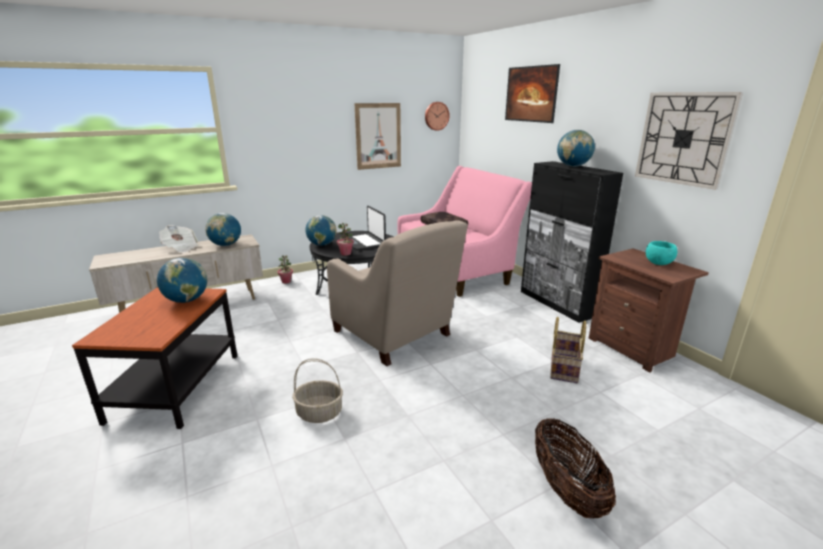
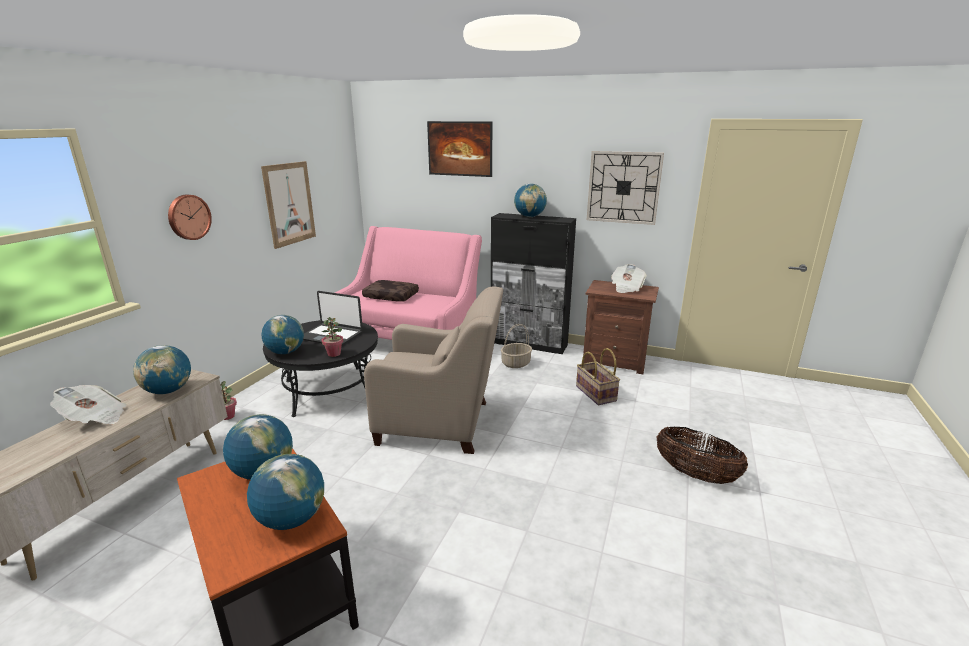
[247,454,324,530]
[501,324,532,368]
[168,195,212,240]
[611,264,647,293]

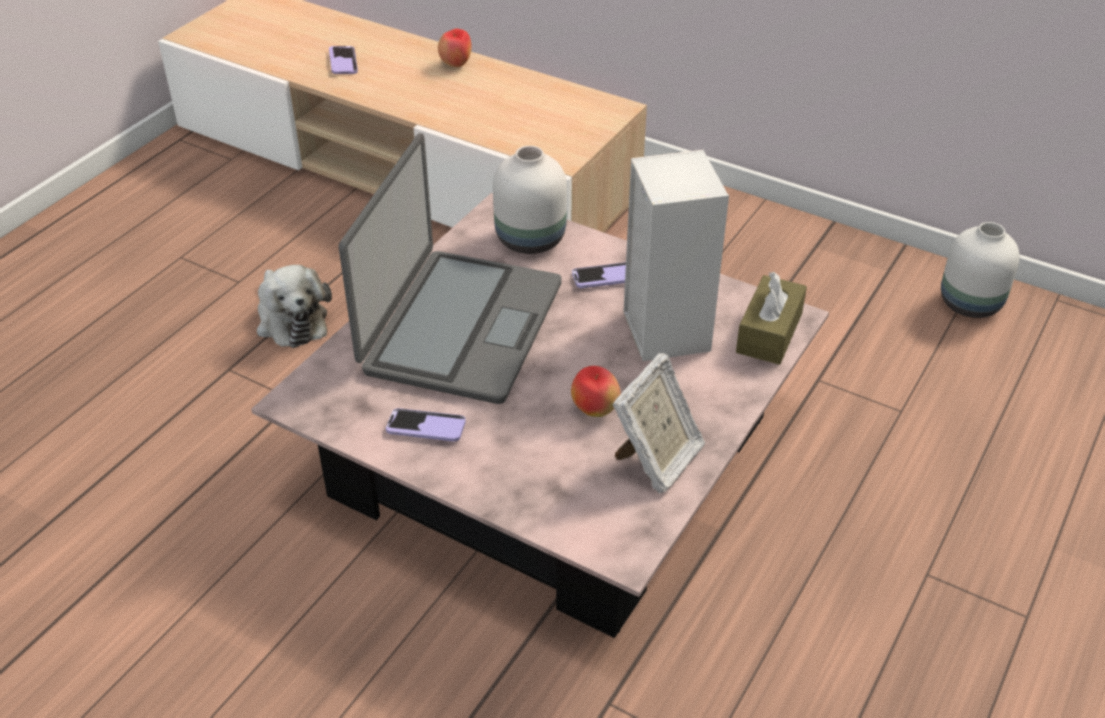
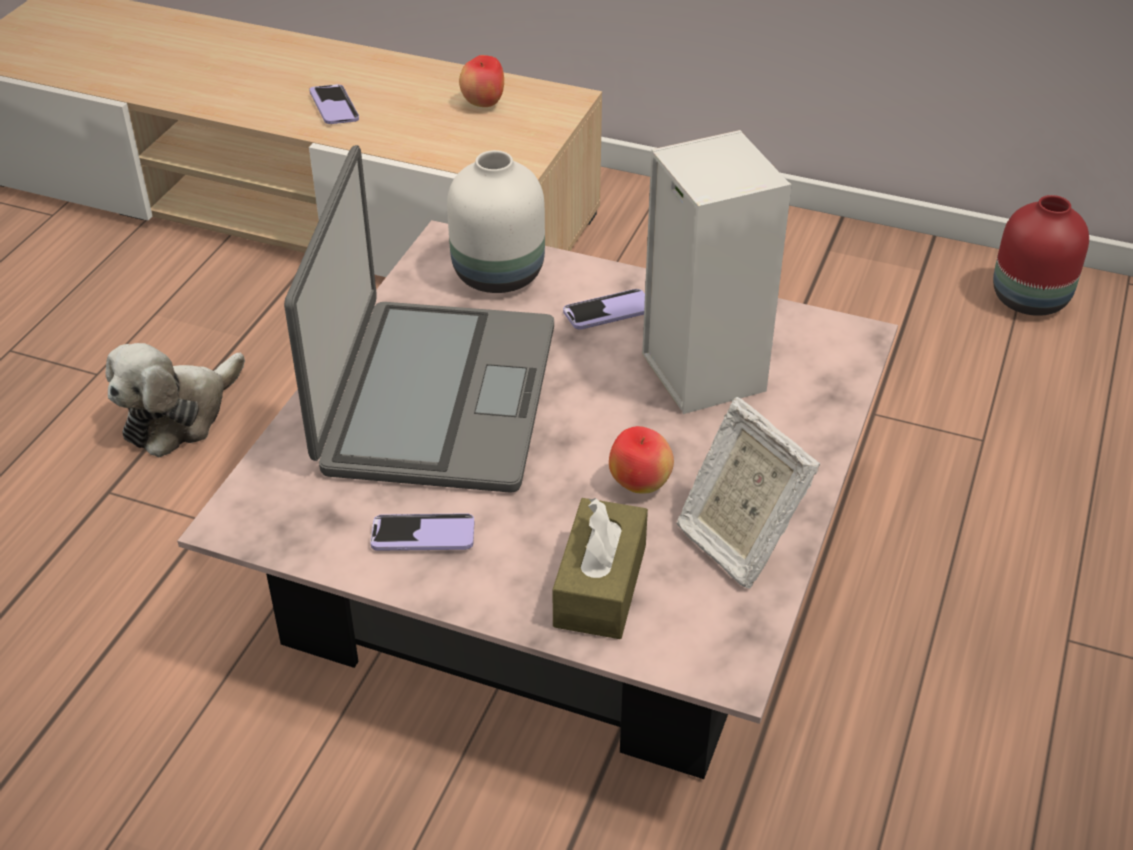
[310,84,359,124]
[459,55,504,107]
[552,498,648,639]
[993,195,1089,316]
[106,343,245,457]
[676,397,820,589]

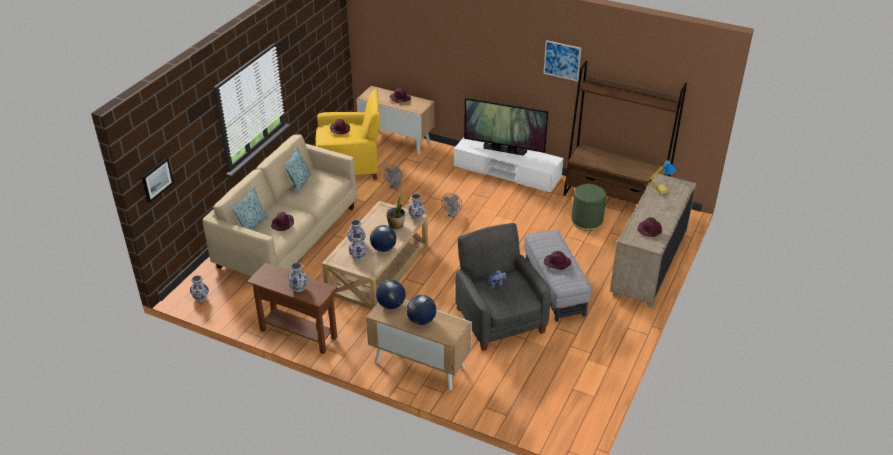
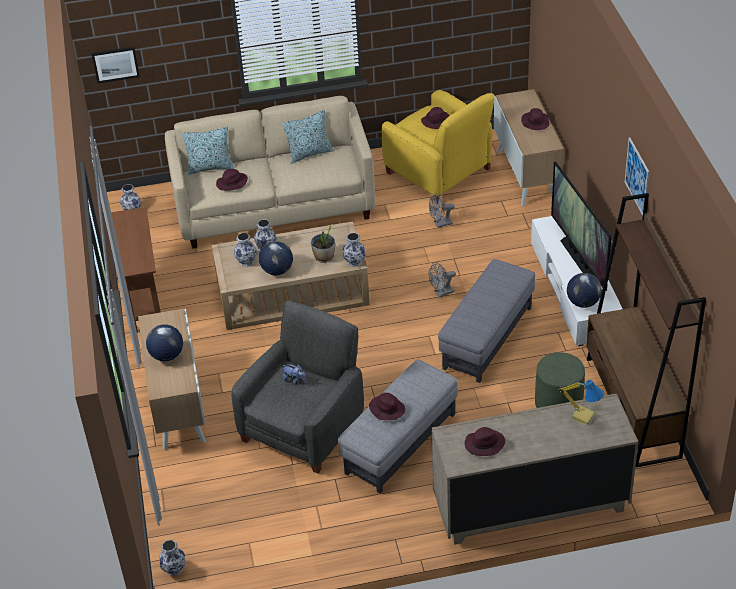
[438,259,535,383]
[159,540,185,576]
[567,273,602,308]

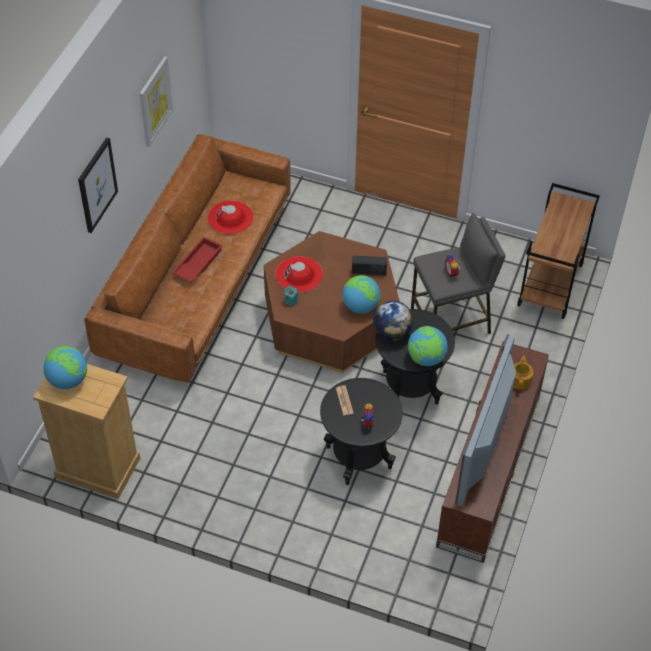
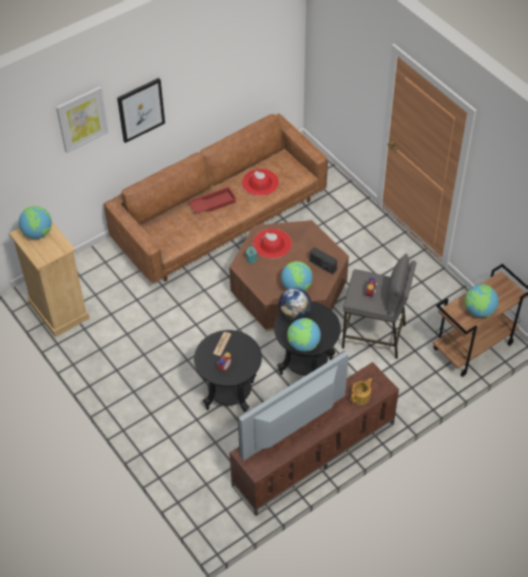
[465,284,499,318]
[56,87,109,153]

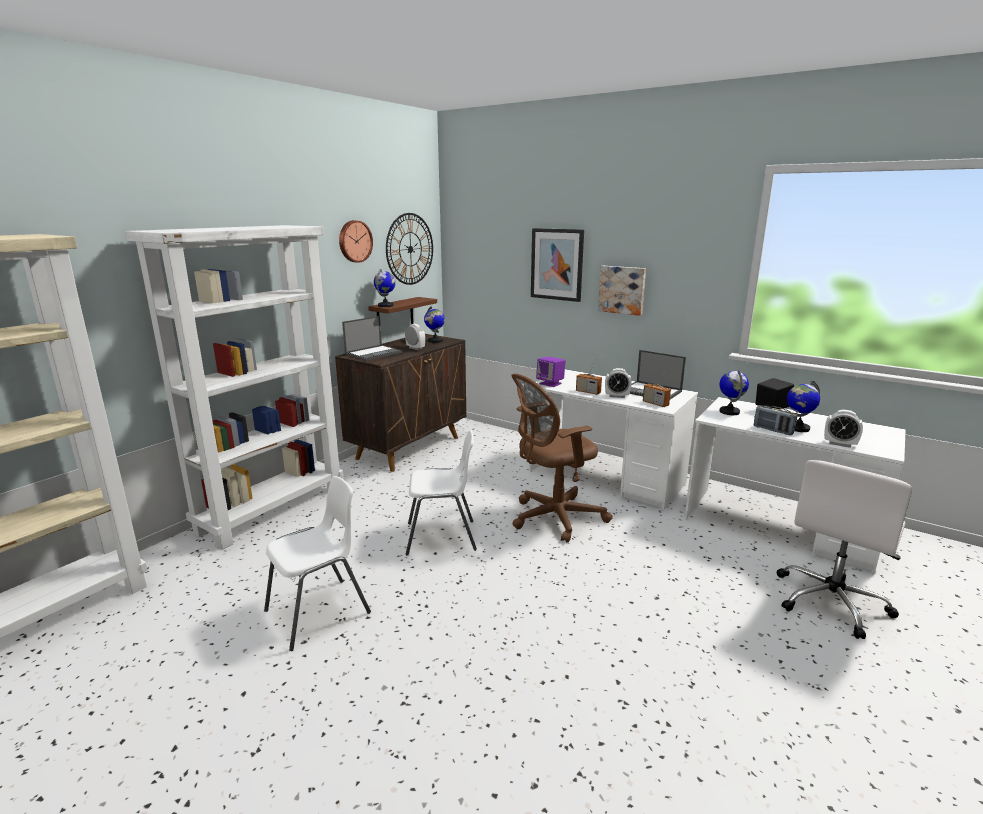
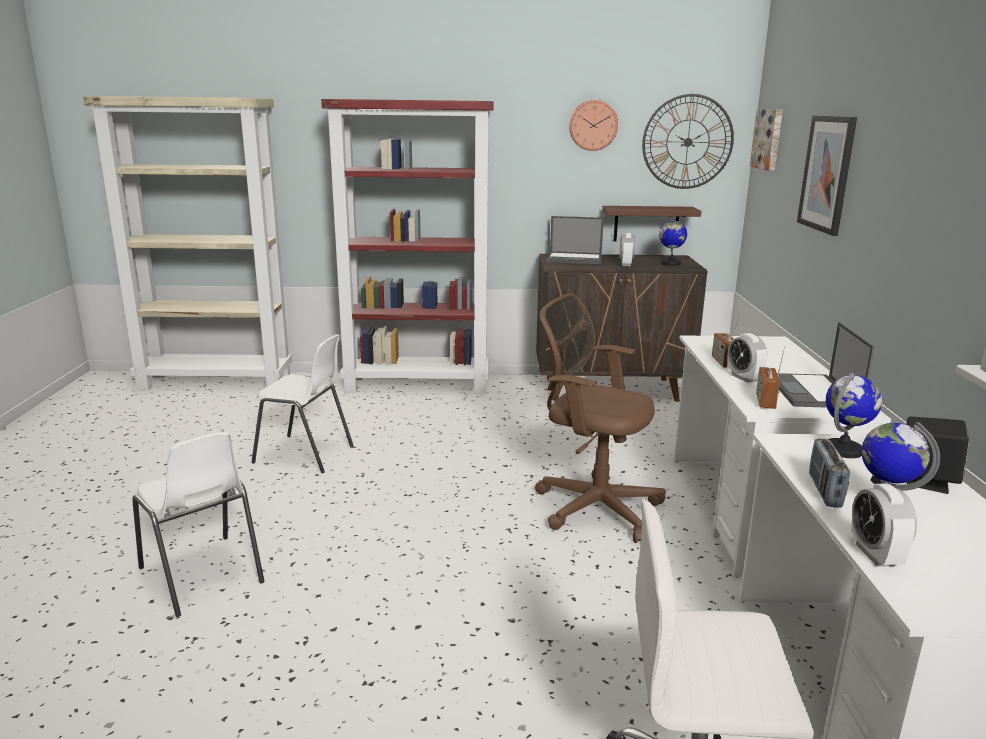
[374,269,396,307] (first image)
[536,357,566,387] (first image)
[132,432,265,617]
[750,109,783,171]
[321,99,494,394]

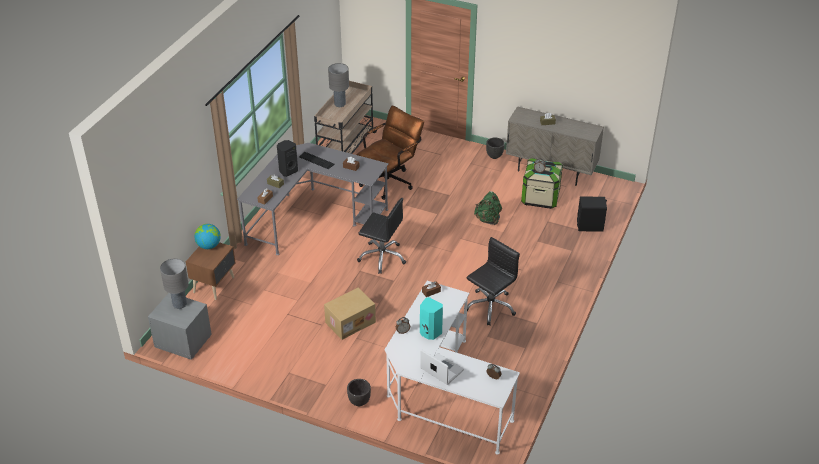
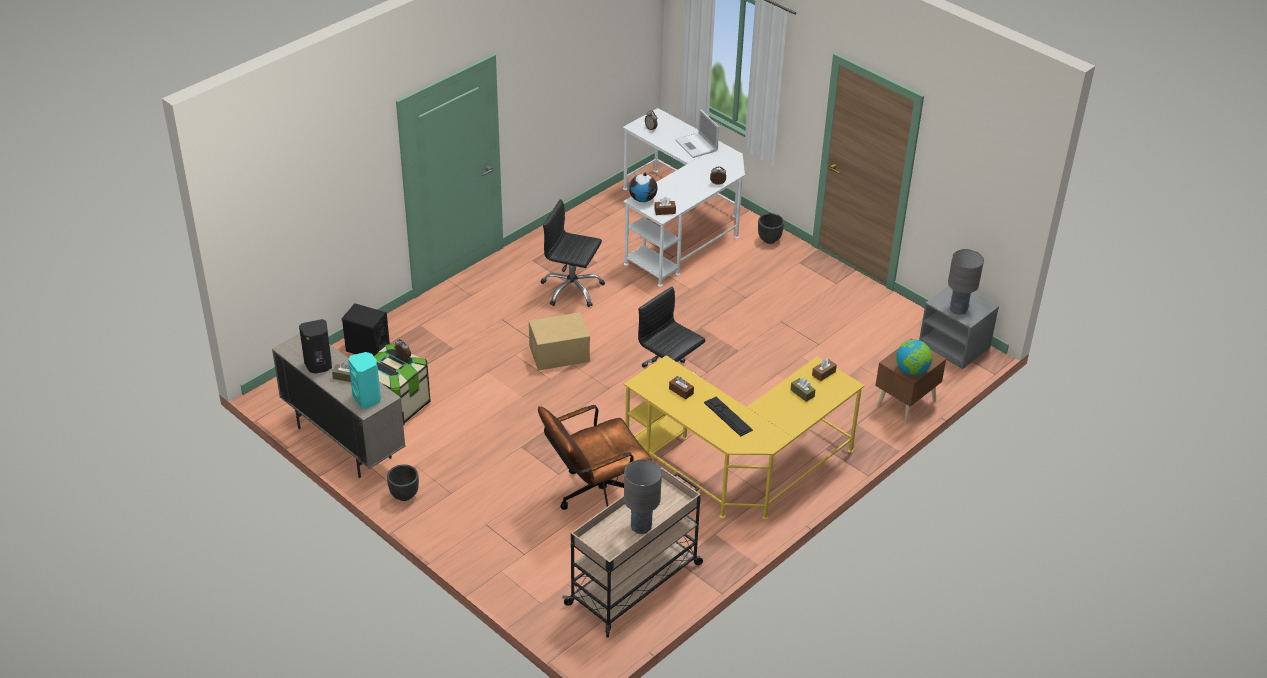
[474,191,502,225] (first image)
[629,172,657,202]
[299,319,332,374]
[529,312,590,370]
[348,352,381,409]
[624,355,865,520]
[540,199,605,307]

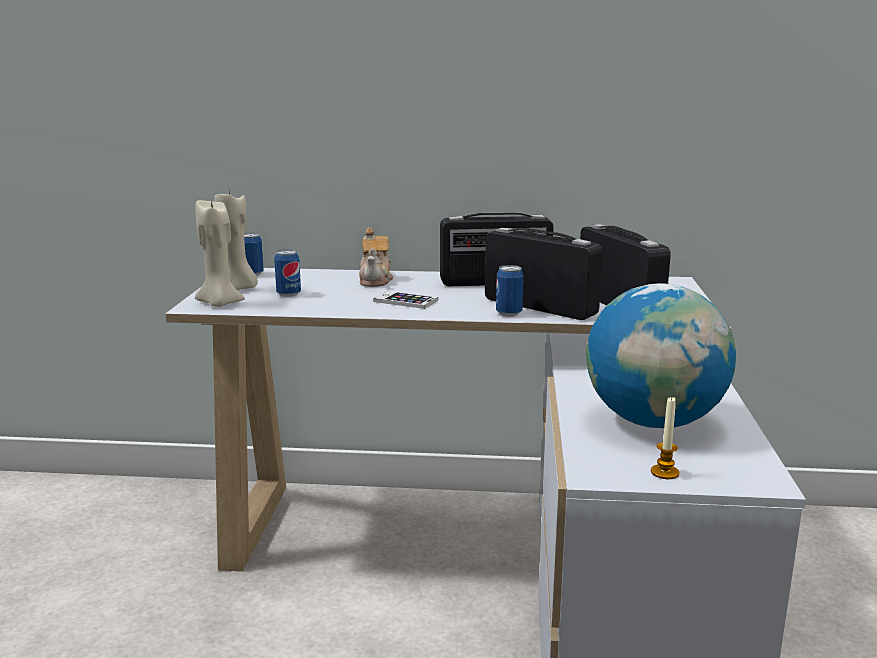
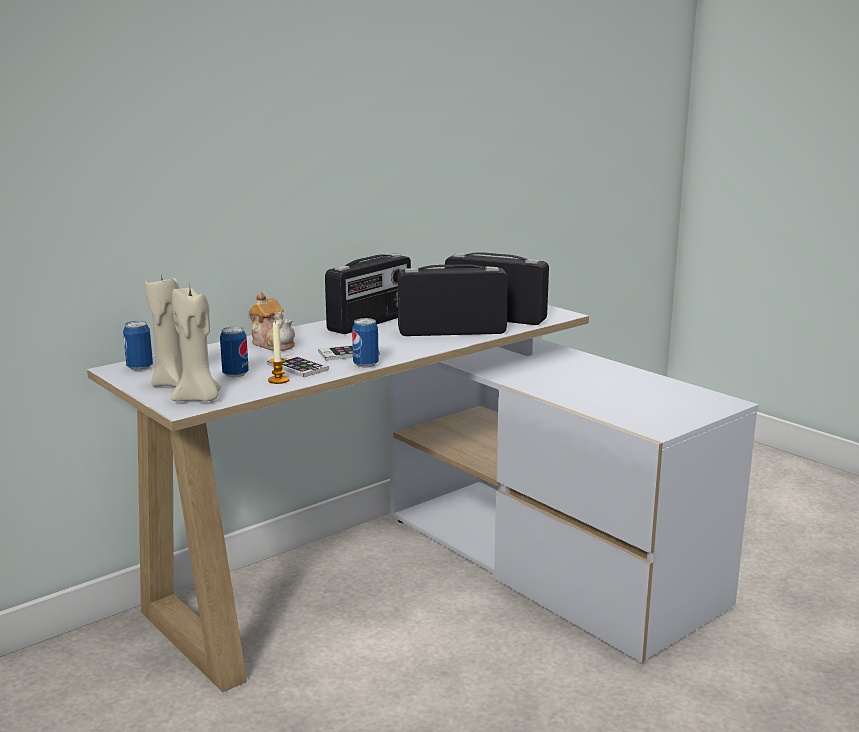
[586,283,736,428] (first image)
[267,354,329,377]
[352,318,379,367]
[268,322,289,384]

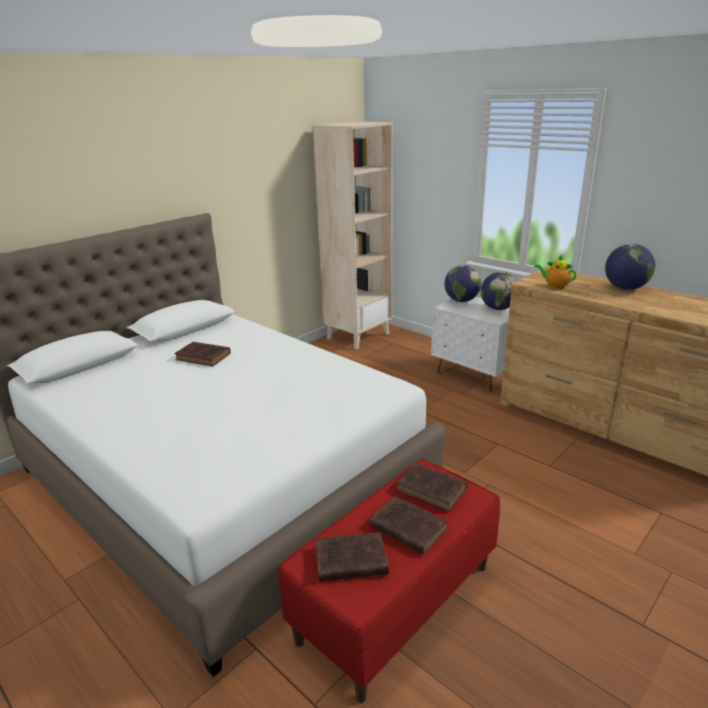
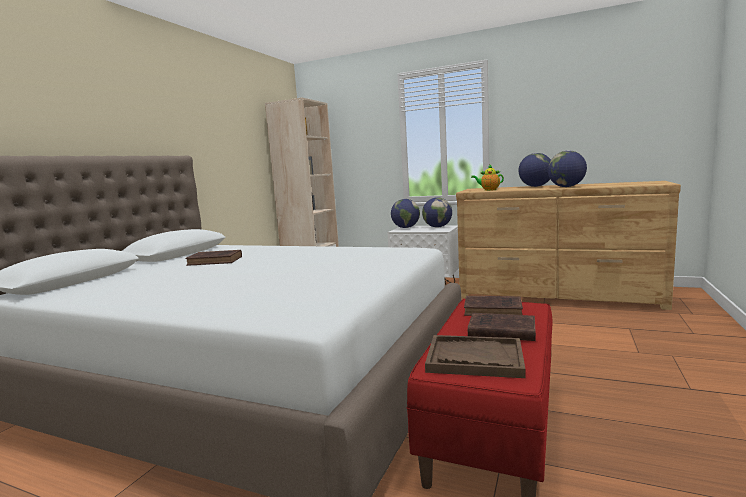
[548,150,587,187]
[425,335,525,378]

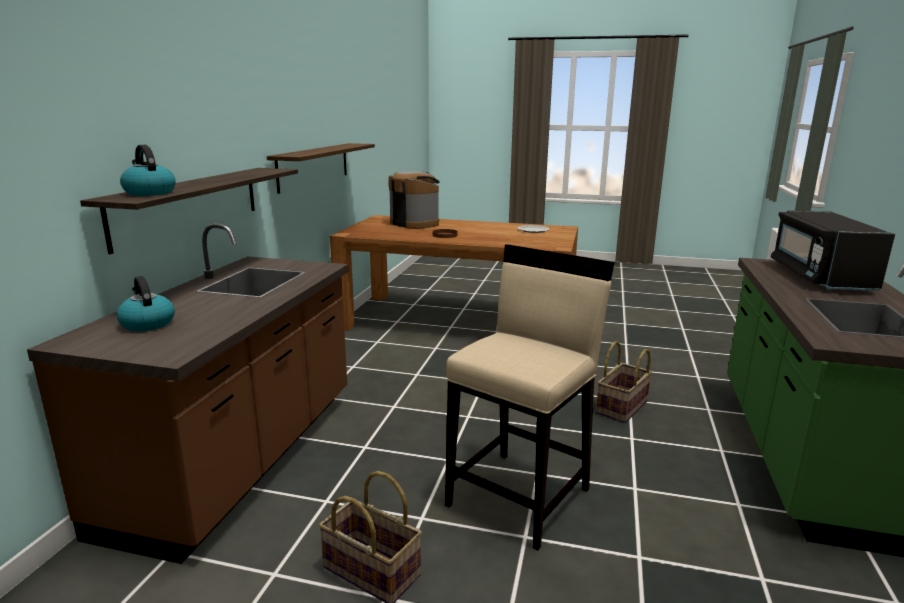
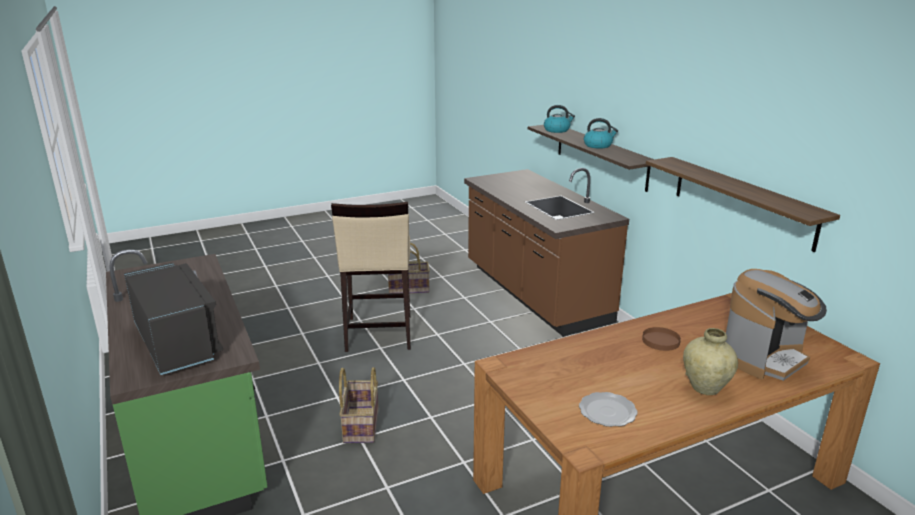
[683,328,738,395]
[584,118,618,149]
[725,269,827,381]

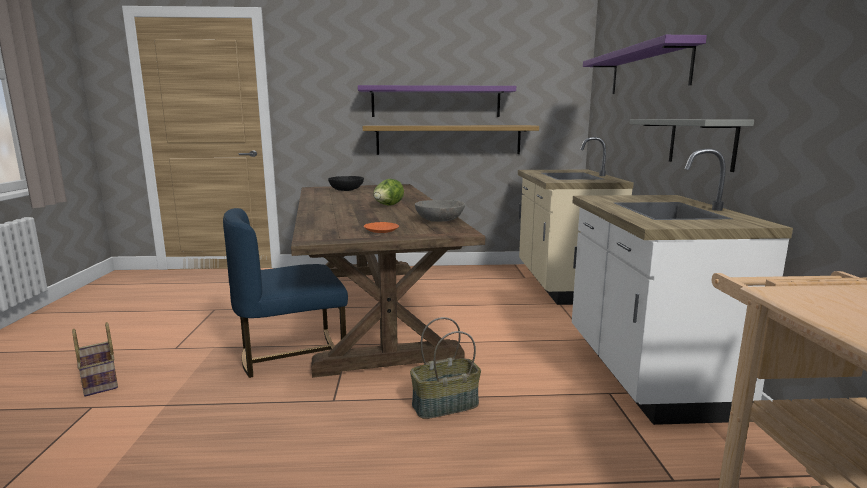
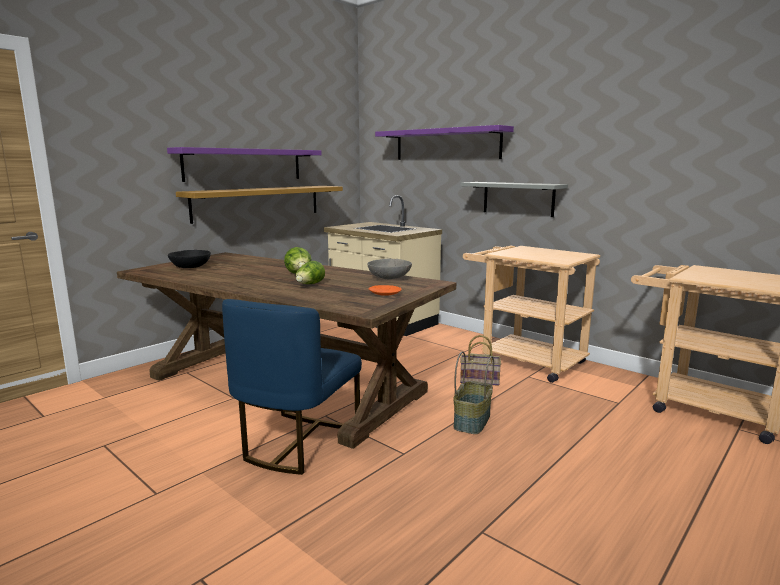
[296,261,325,284]
[460,335,501,386]
[463,246,600,383]

